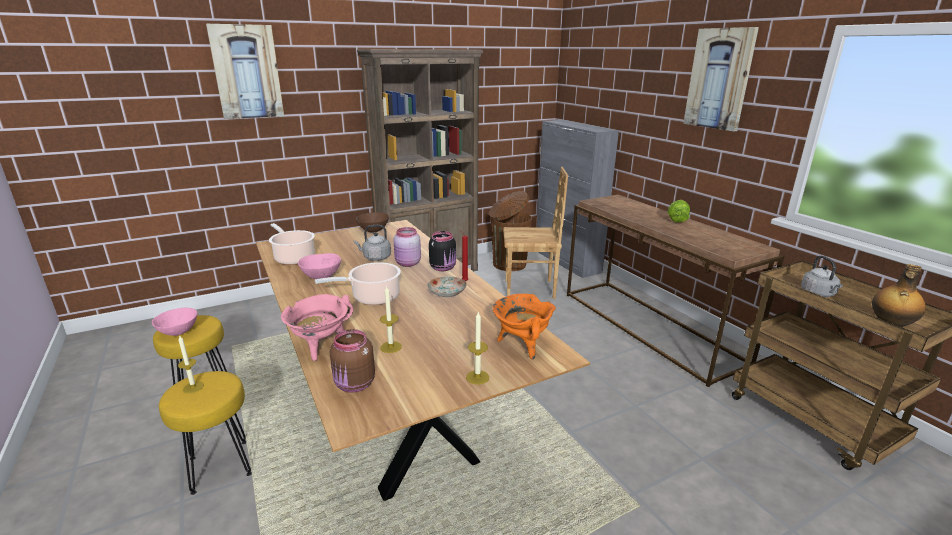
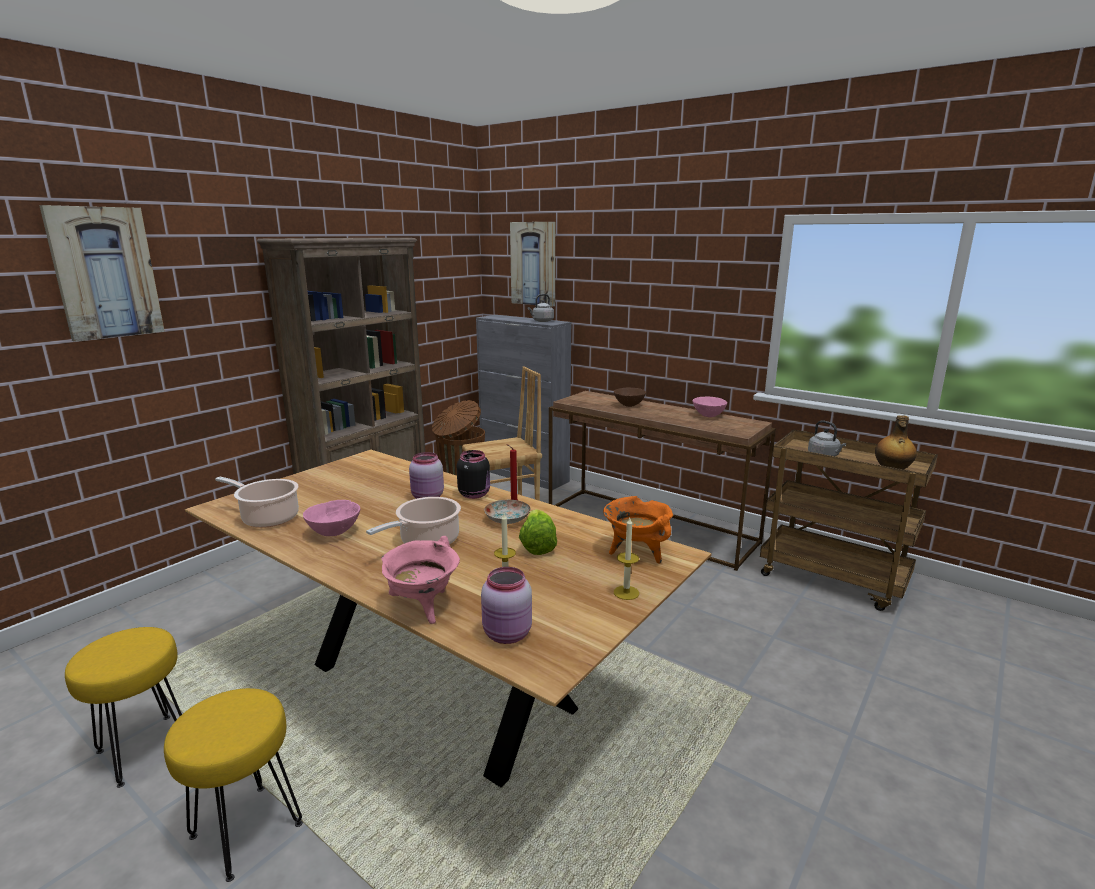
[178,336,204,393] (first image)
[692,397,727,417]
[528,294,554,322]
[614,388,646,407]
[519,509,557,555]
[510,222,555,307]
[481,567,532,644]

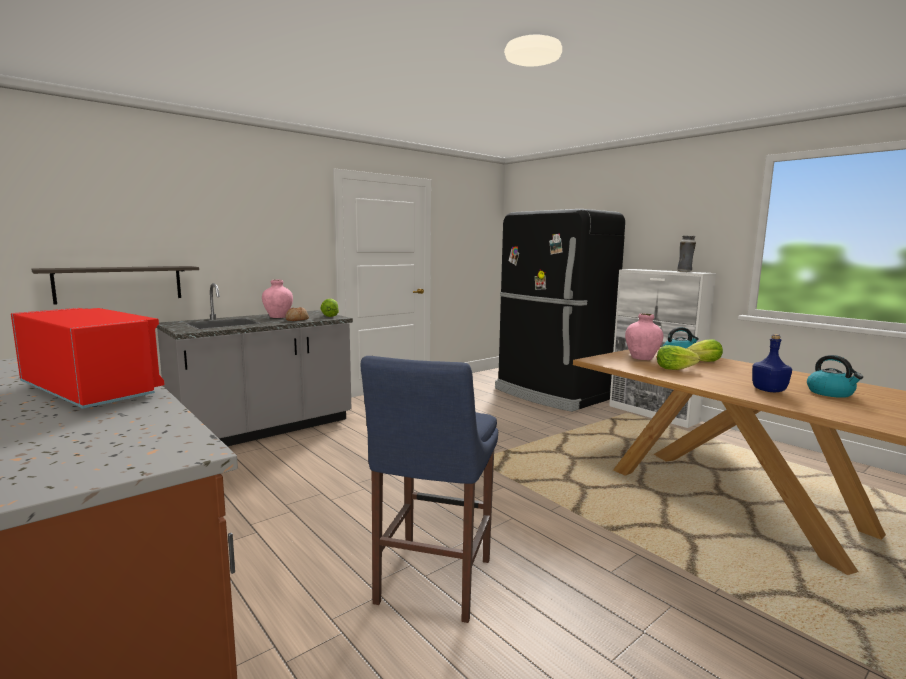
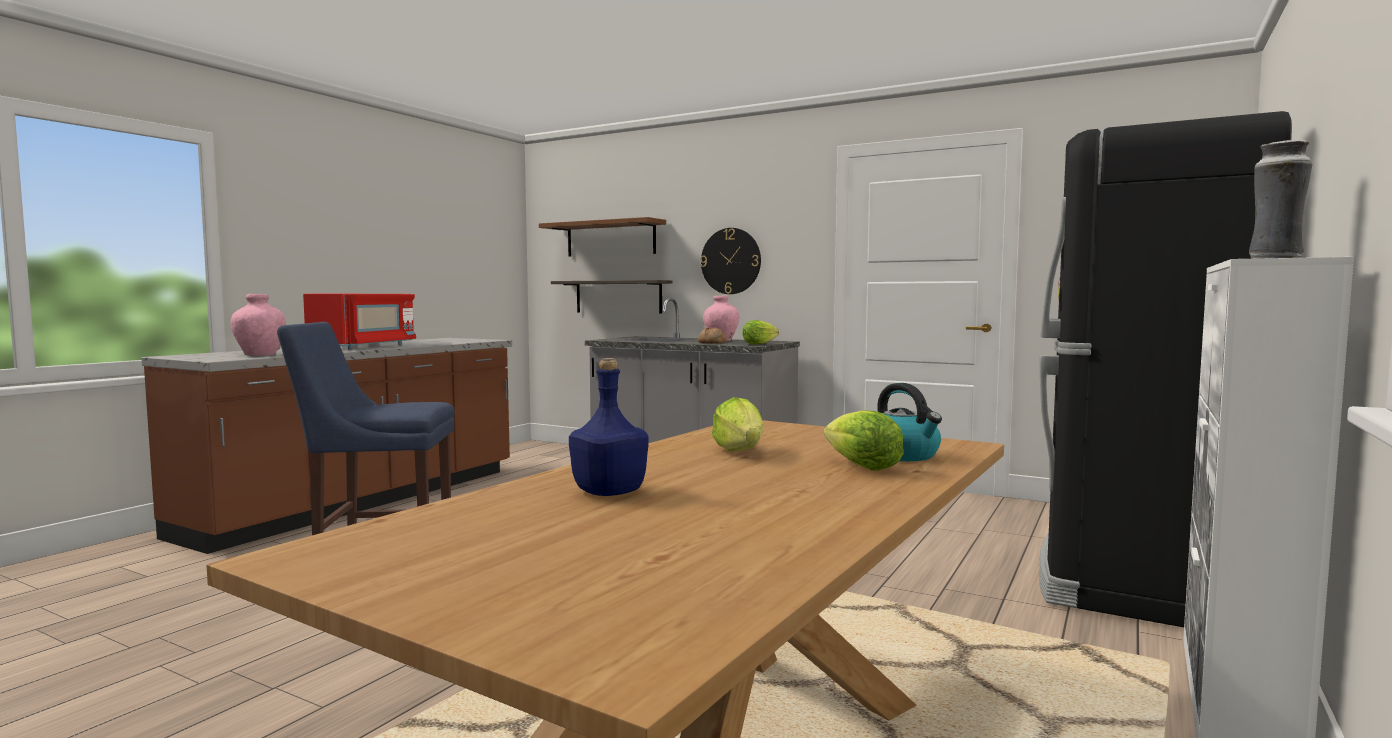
[807,355,863,398] (first image)
[539,217,666,257]
[700,228,761,294]
[230,294,286,356]

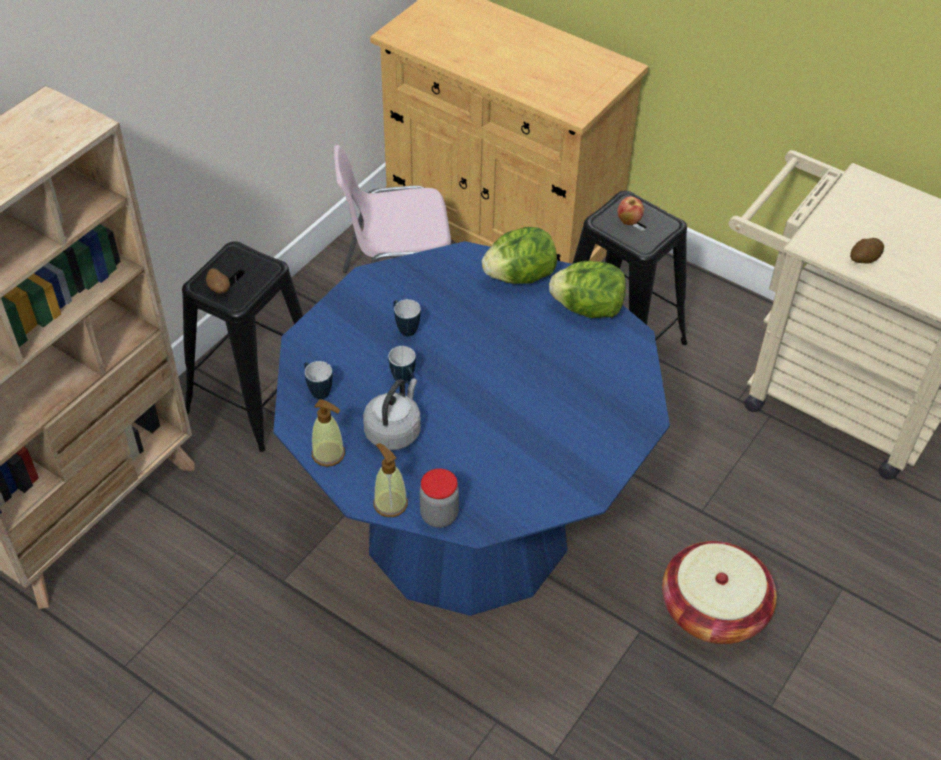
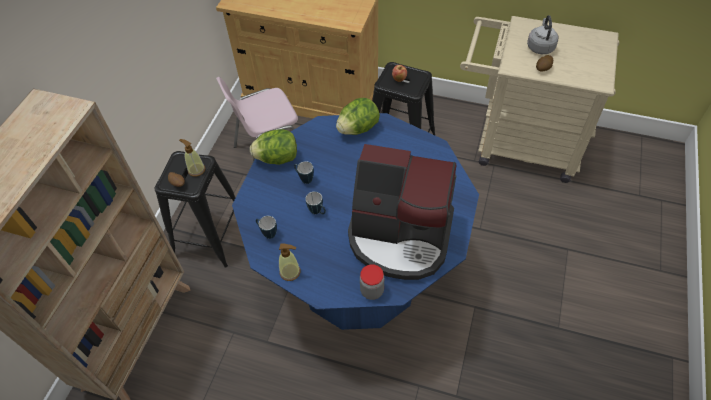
[662,541,777,644] (first image)
[348,144,457,280]
[527,15,558,54]
[179,139,205,177]
[250,129,297,165]

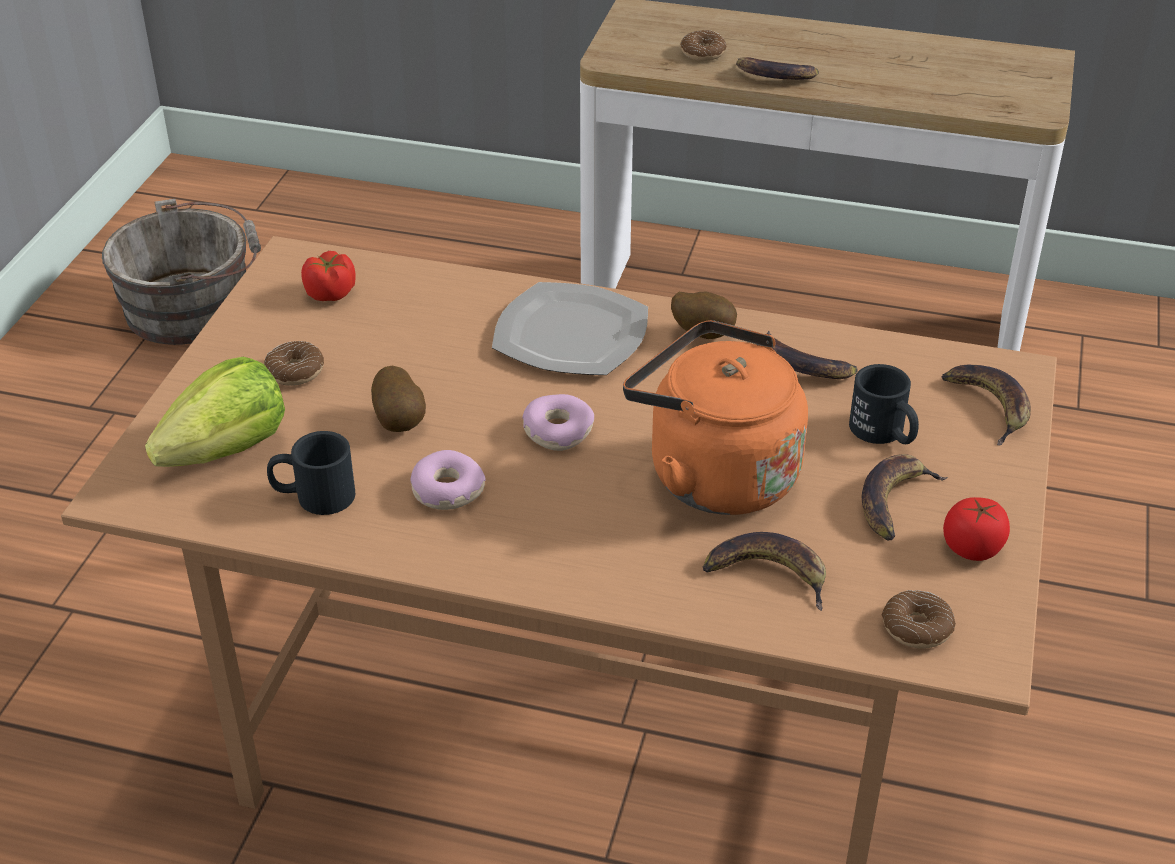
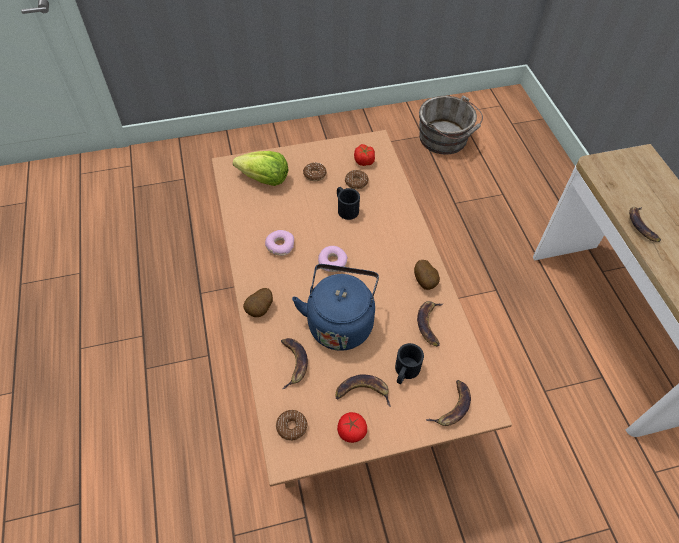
[492,282,648,375] (first image)
[337,187,360,220]
[243,288,273,317]
[345,170,369,189]
[292,264,379,351]

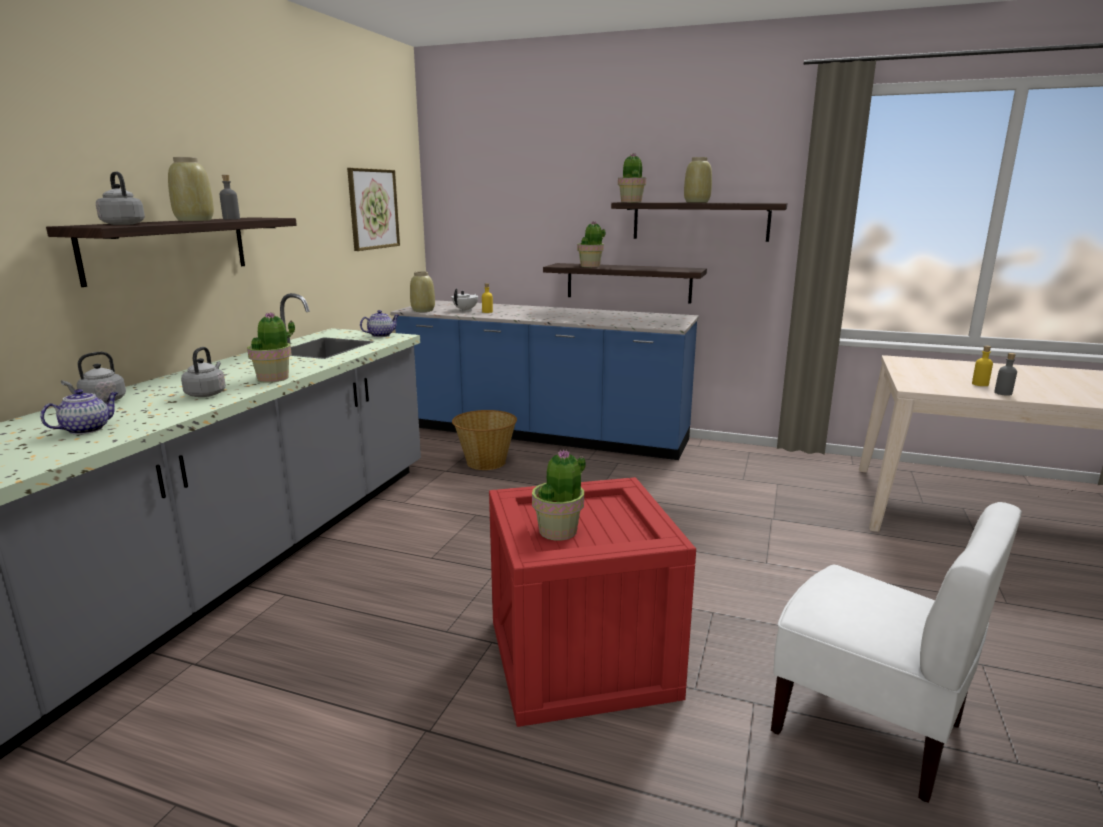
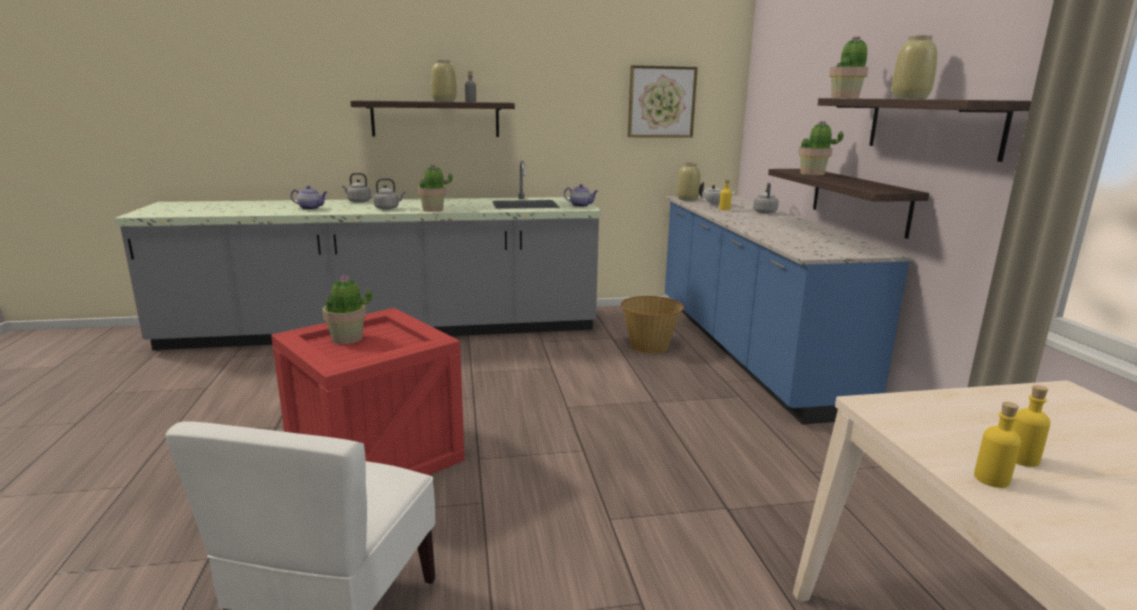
[753,183,779,214]
[974,402,1021,488]

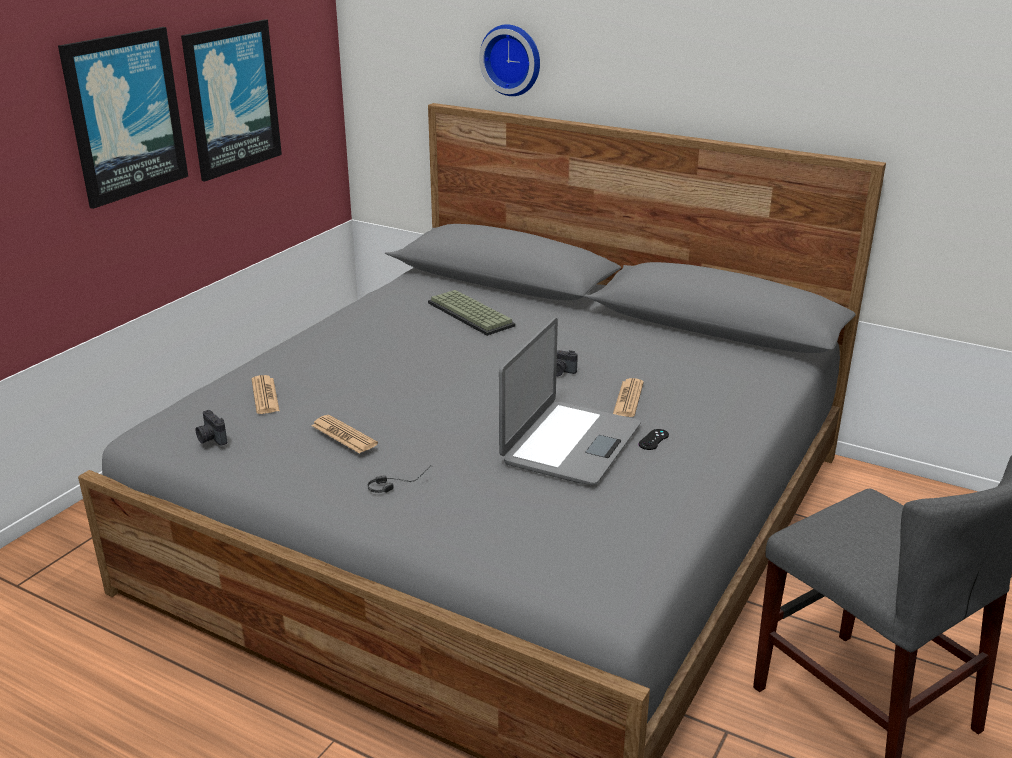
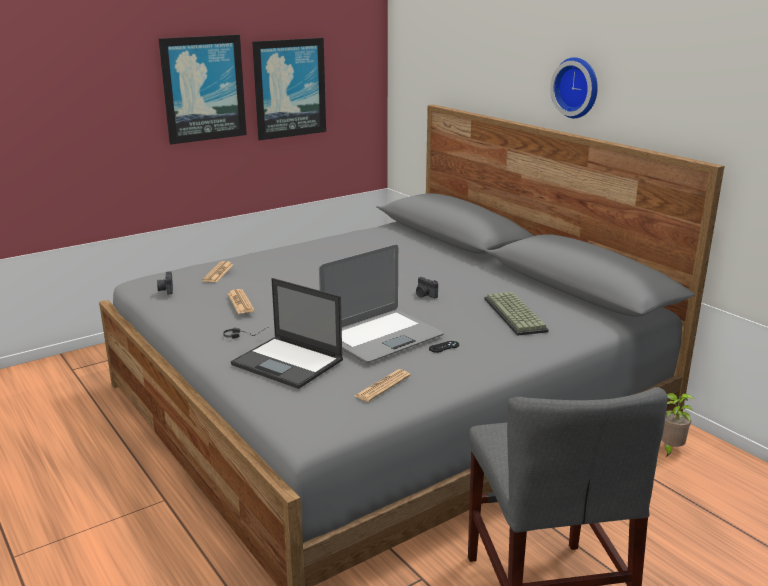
[231,278,343,389]
[661,393,695,457]
[484,292,549,336]
[550,57,598,118]
[355,369,411,402]

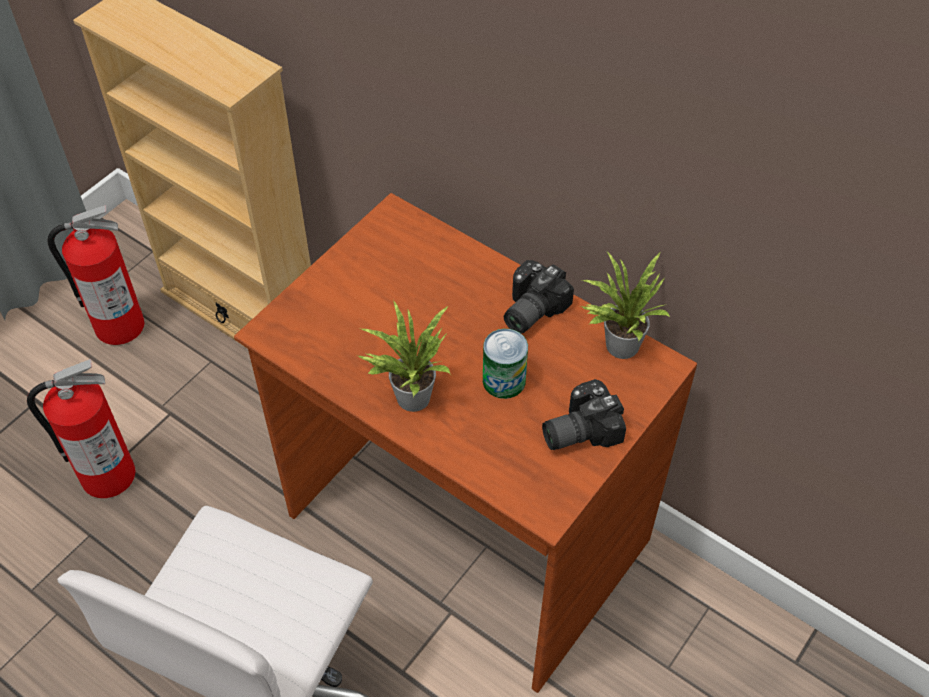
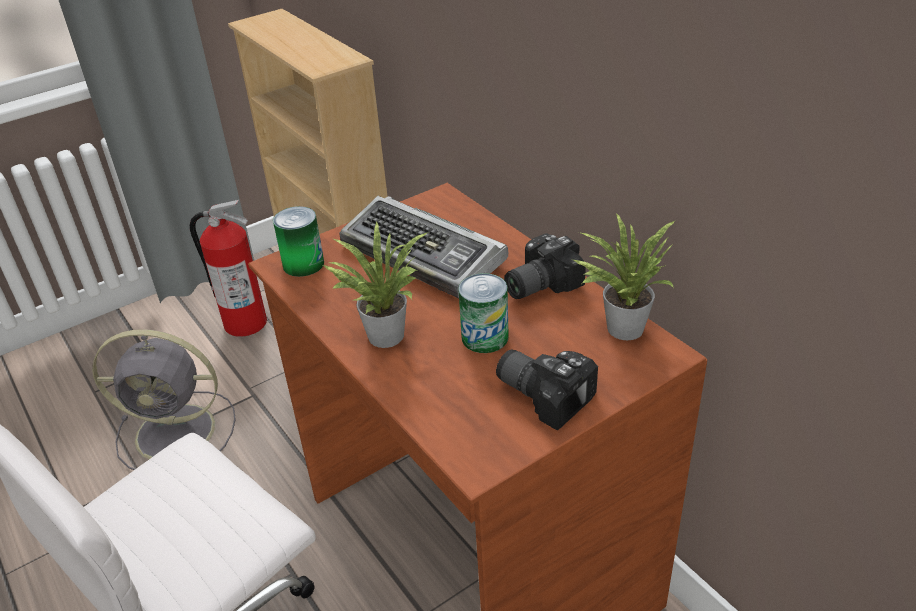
[273,206,324,277]
[339,196,508,298]
[92,329,236,470]
[496,350,598,430]

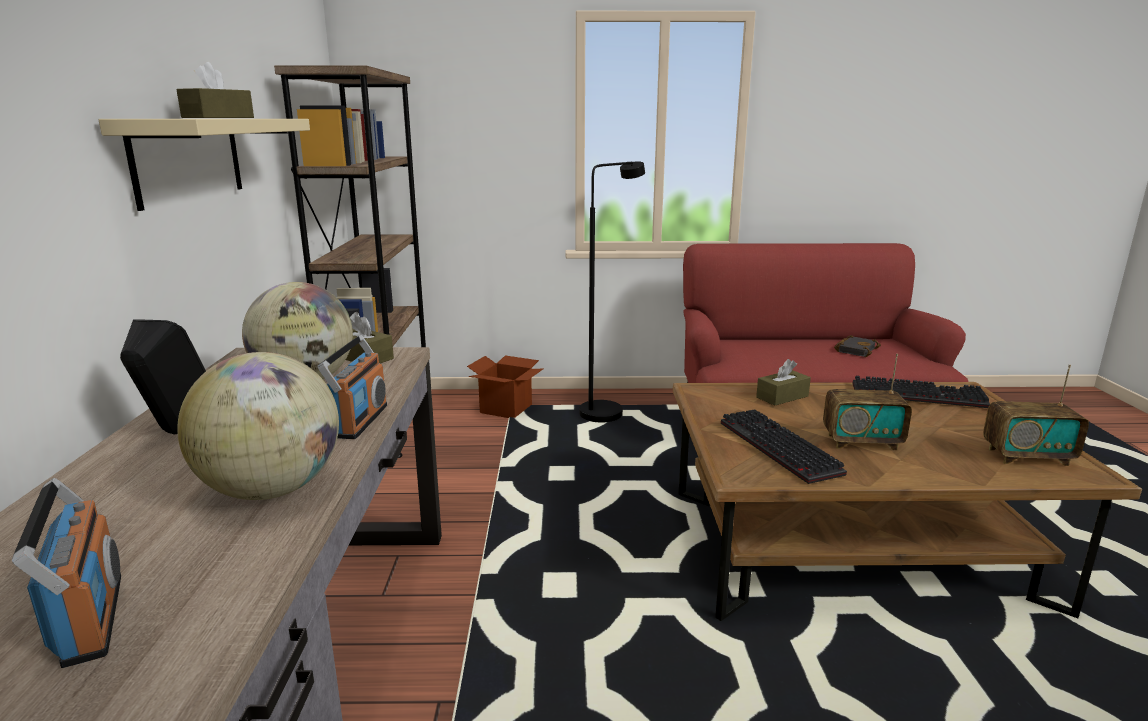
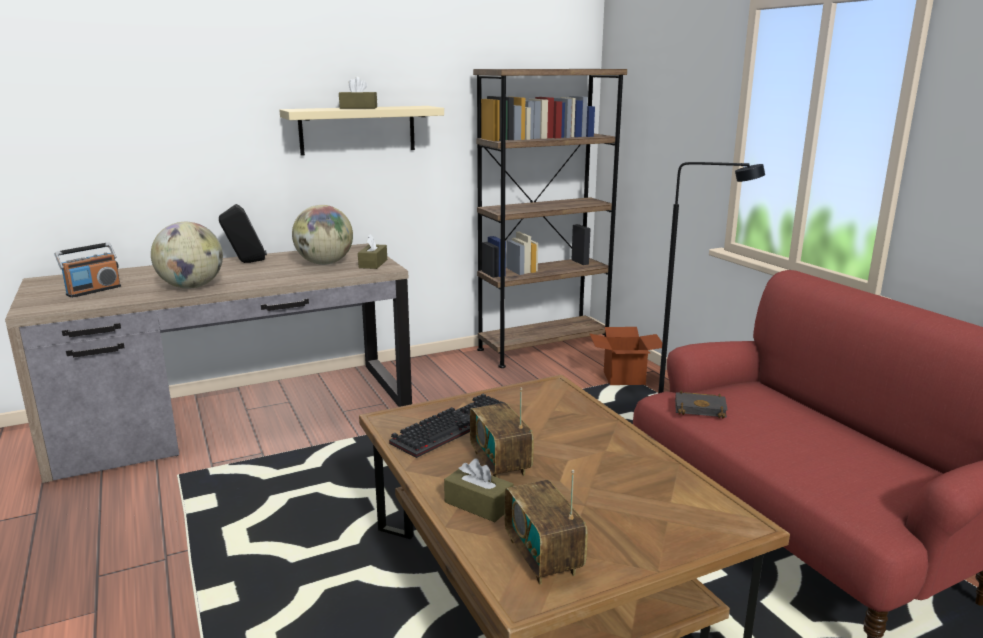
[317,335,387,439] (first image)
[853,375,990,408] (first image)
[444,459,513,522]
[675,390,728,419]

